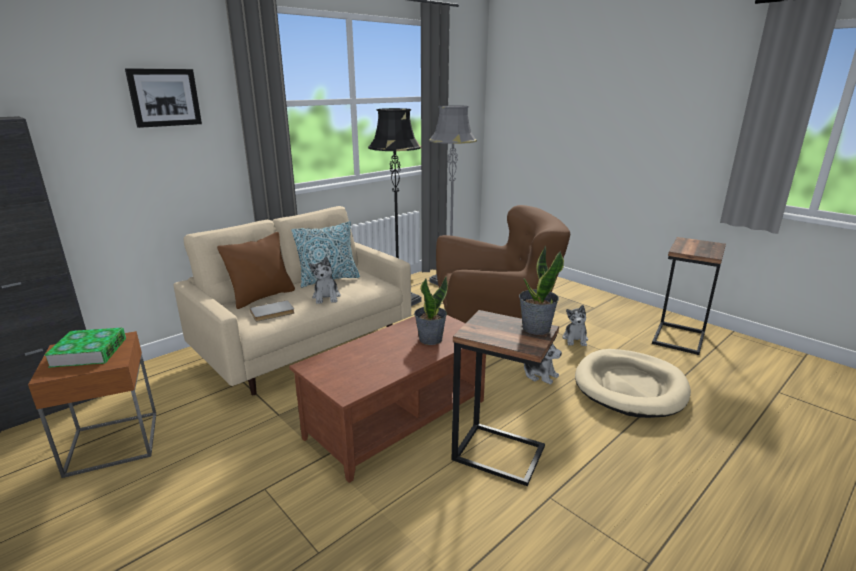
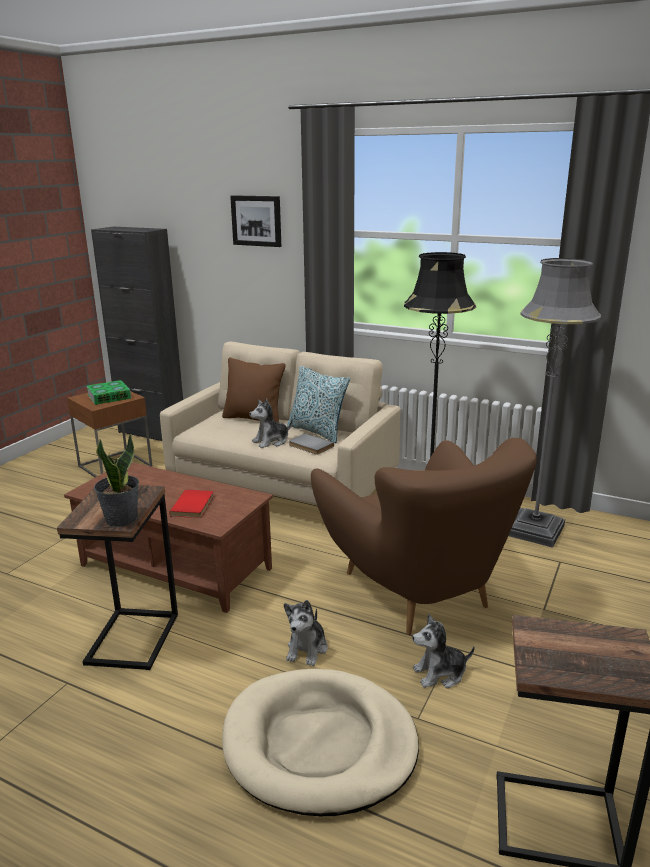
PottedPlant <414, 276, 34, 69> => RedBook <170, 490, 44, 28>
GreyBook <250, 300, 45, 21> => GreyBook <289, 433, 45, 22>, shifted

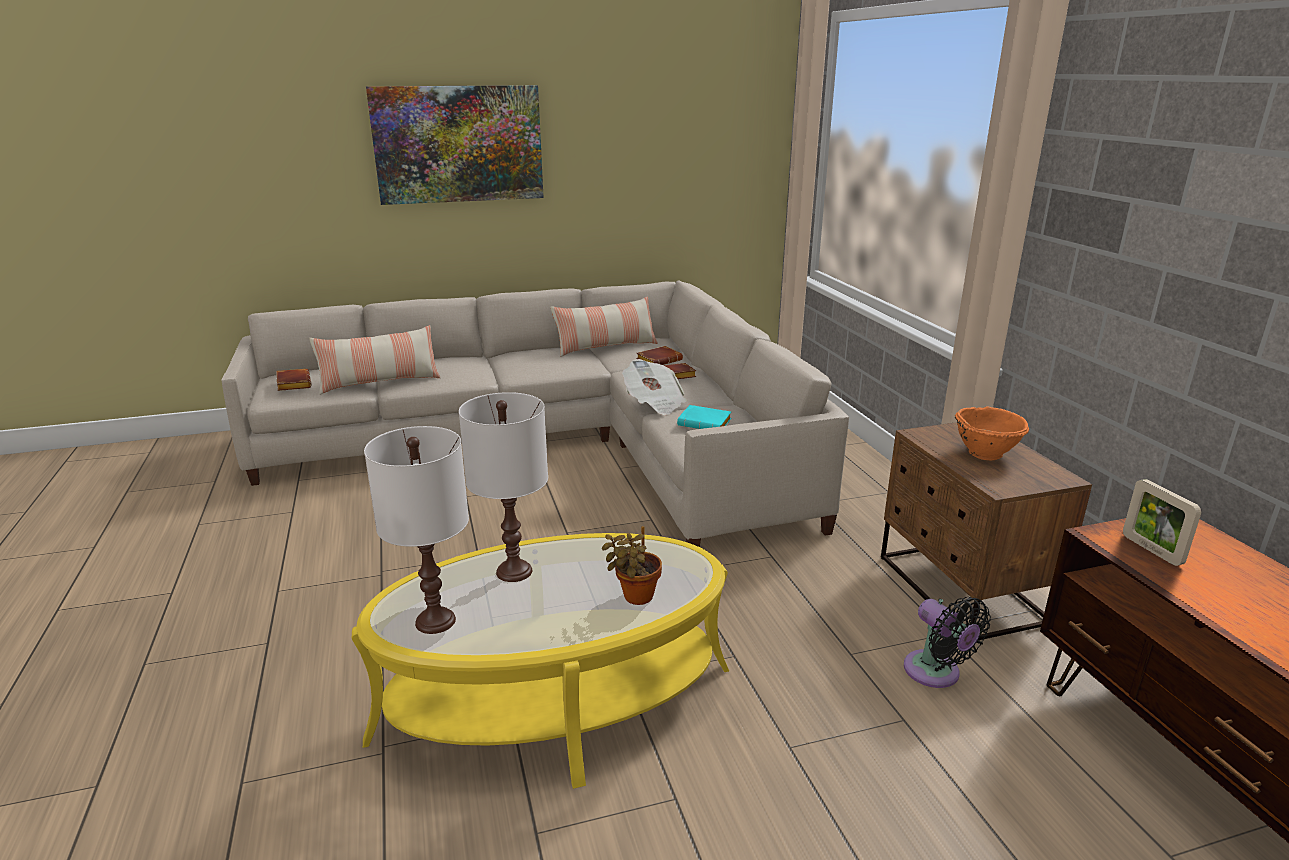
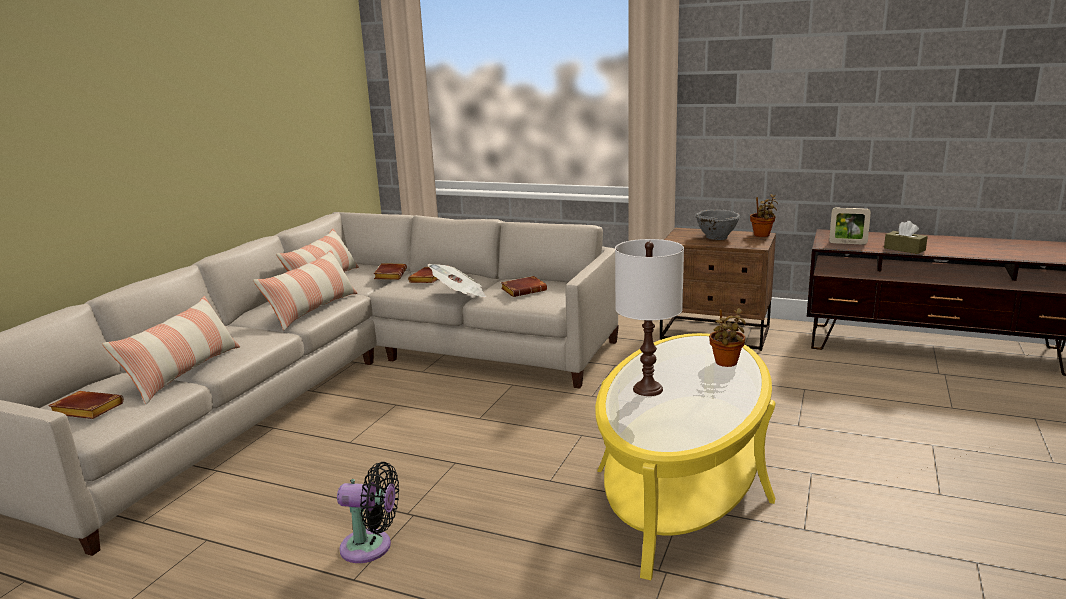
Picture <366, 85, 178, 120> => nothing
TurquoiseBook <677, 405, 54, 24> => BrownBook <501, 276, 46, 21>
OrangeBowl <955, 407, 74, 53> => GreyBowl <695, 210, 46, 30>
WhiteTableLamp <364, 426, 105, 208> => nothing
BlackFan <904, 597, 87, 91> => BlackFan <337, 462, 62, 101>, shifted
nothing => PottedPlant <750, 194, 28, 43>
nothing => BrownTissueBox <884, 221, 44, 33>
nothing => Pillow <253, 250, 105, 81>

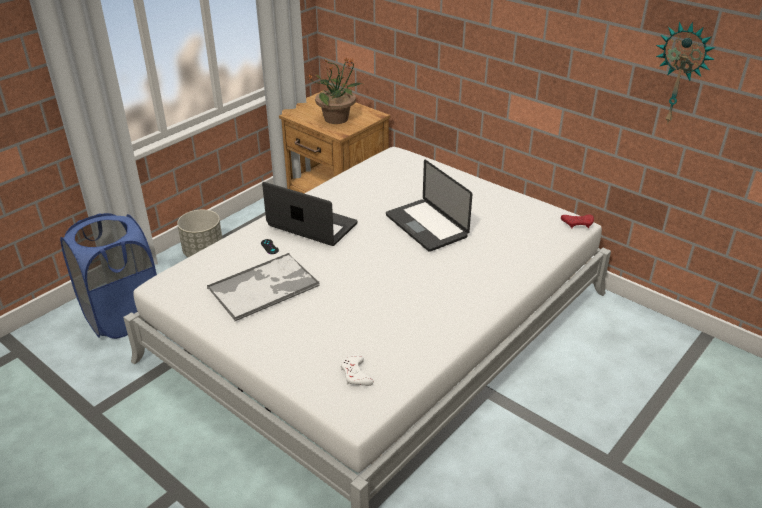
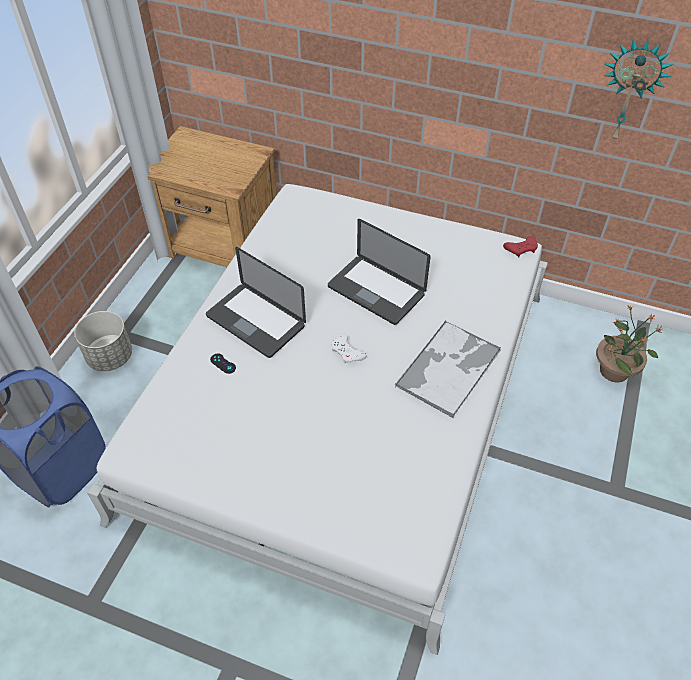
PottedPlant <307, 57, 56, 67> => PottedPlant <596, 305, 66, 77>, shifted
Laptop <262, 182, 95, 64> => Laptop <206, 247, 100, 111>, 150 degrees counterclockwise
Tray <207, 253, 113, 69> => Tray <395, 320, 106, 99>, shifted
WhiteGameController <340, 355, 34, 31> => WhiteGameController <331, 334, 36, 30>, shifted

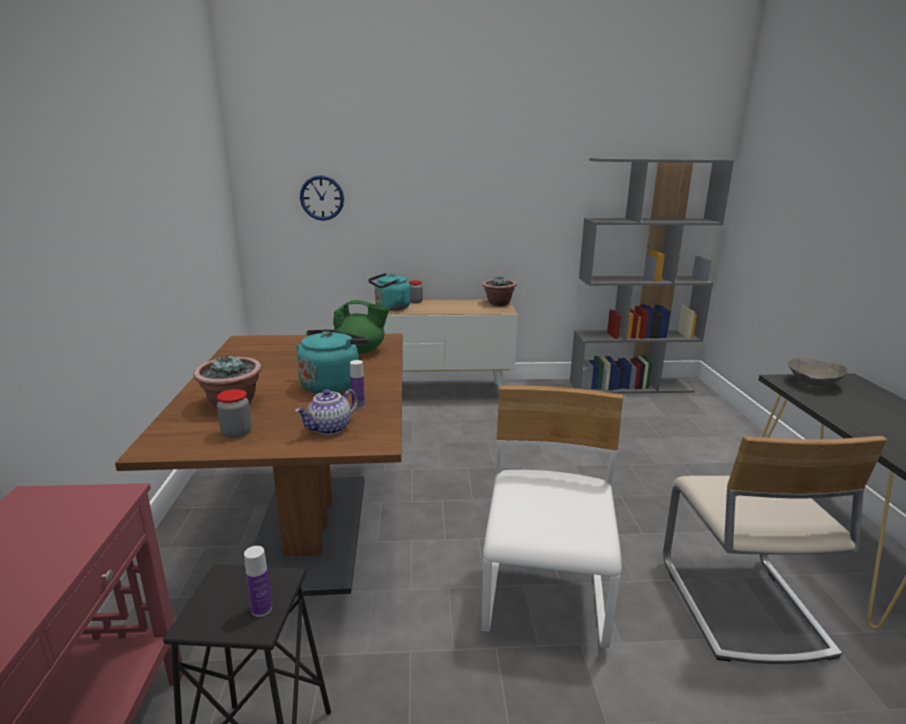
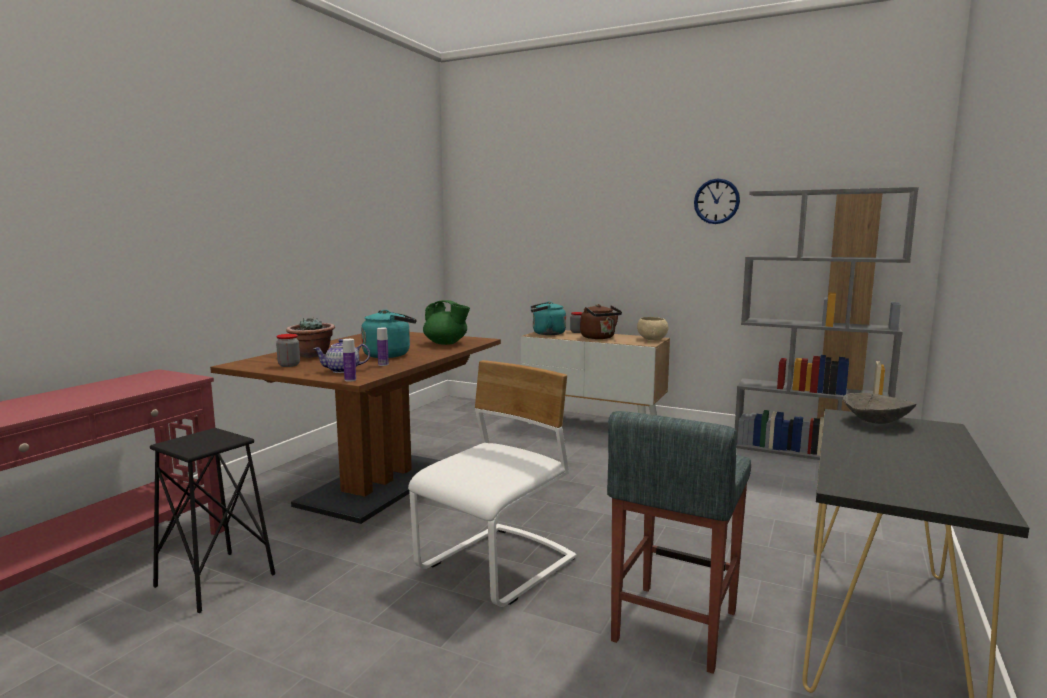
WallClock <300, 175, 44, 46> => WallClock <694, 179, 46, 45>, shifted
PottedPlant <482, 276, 35, 30> => BeigeBowl <637, 317, 31, 23>
BeigeChair <663, 436, 224, 228> => GreyStool <607, 411, 144, 263>
Bottle <244, 546, 28, 71> => Bottle <343, 339, 13, 43>, shifted
nothing => BrownKettle <581, 304, 41, 35>

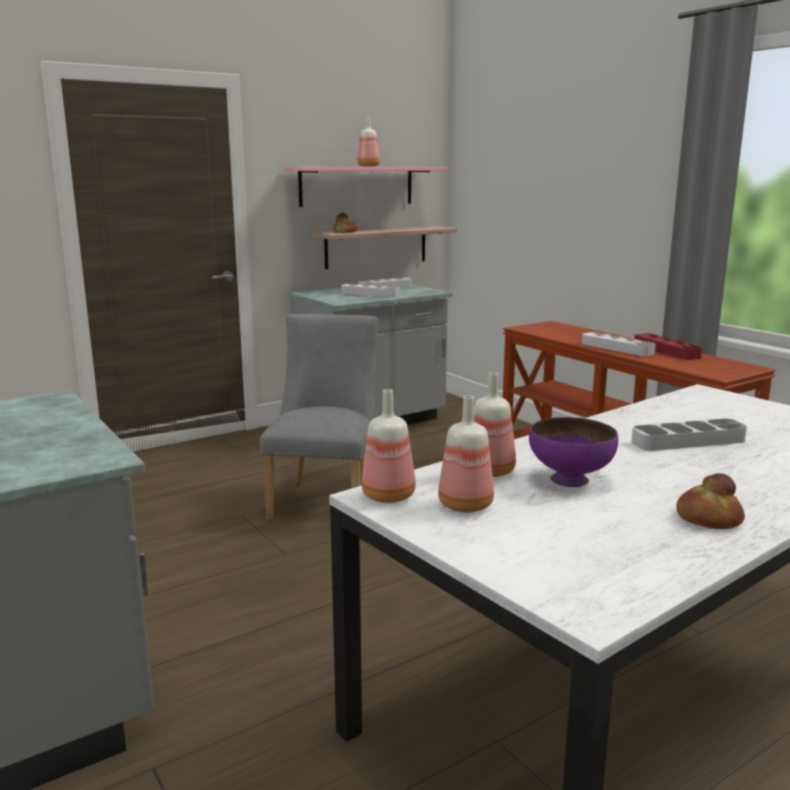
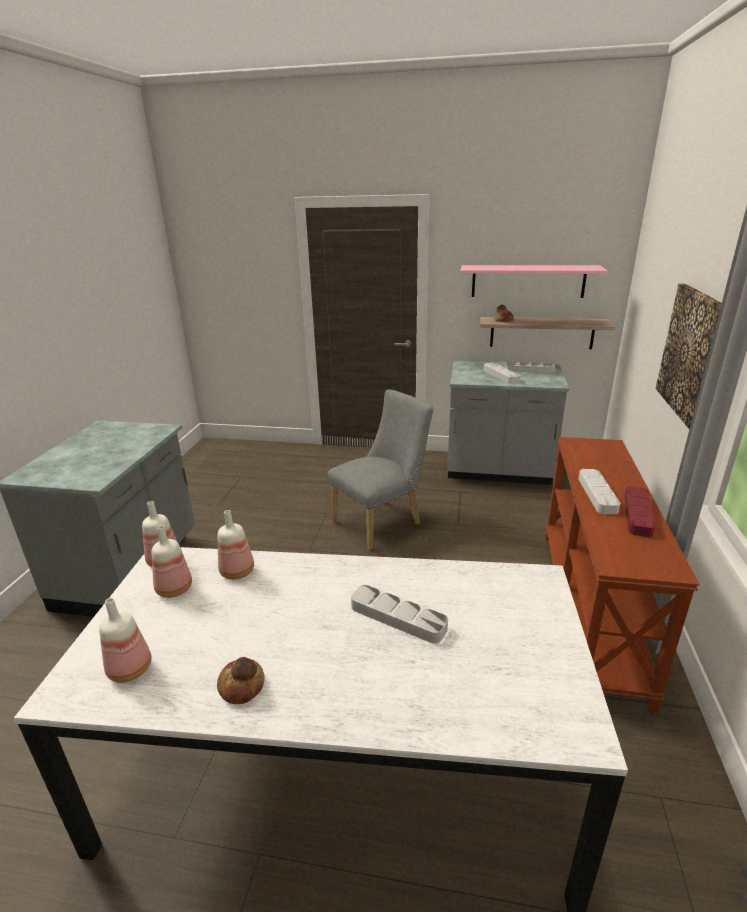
Bottle <357, 117, 23, 50> => Bottle <99, 598, 52, 85>, shifted
PurpleBowl <529, 417, 89, 70> => nothing
nothing => Picture <656, 283, 66, 146>

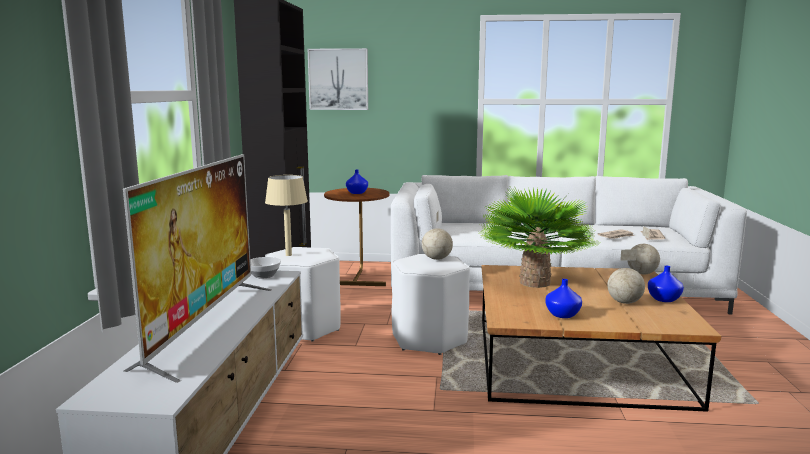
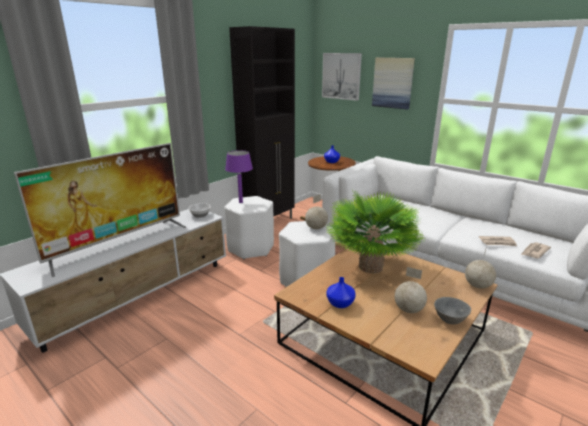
BeigeTableLamp <265, 175, 43, 81> => PurpleTableLamp <225, 150, 28, 53>
BlueVase <648, 266, 36, 36> => GreyBowl <434, 297, 37, 28>
nothing => Picture <372, 58, 43, 52>

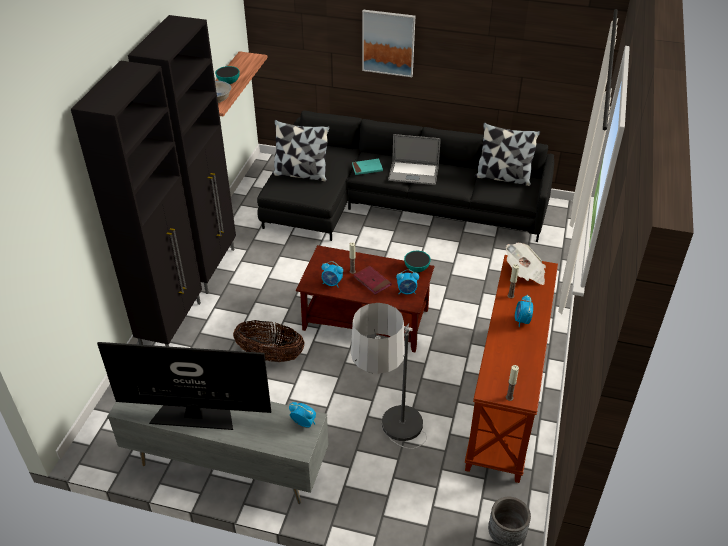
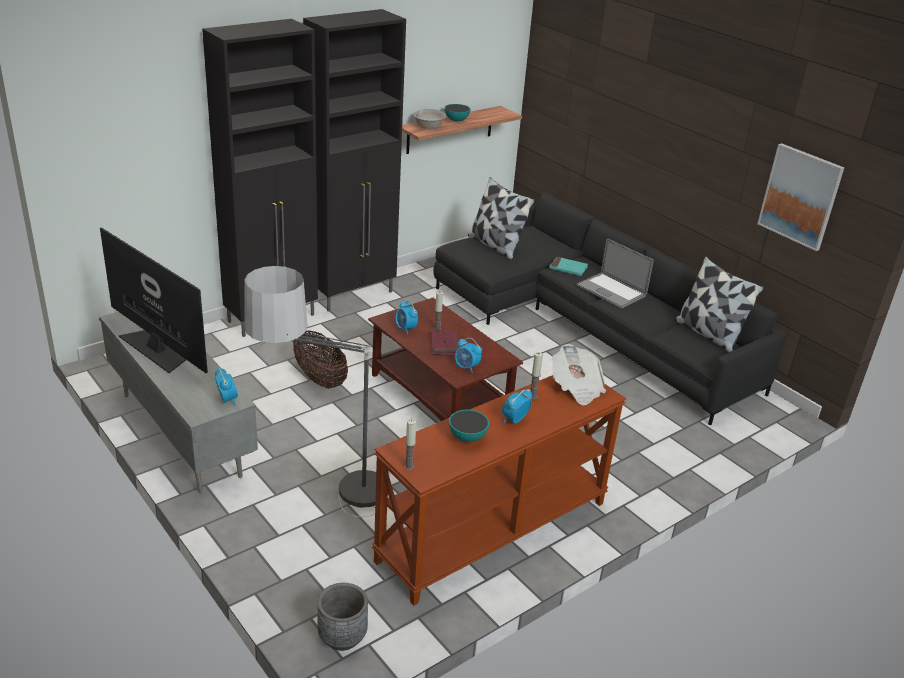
Picture <362, 10, 53, 67> => Picture <757, 143, 87, 108>, shifted
Bowl <404, 251, 27, 21> => Bowl <449, 410, 40, 32>, shifted

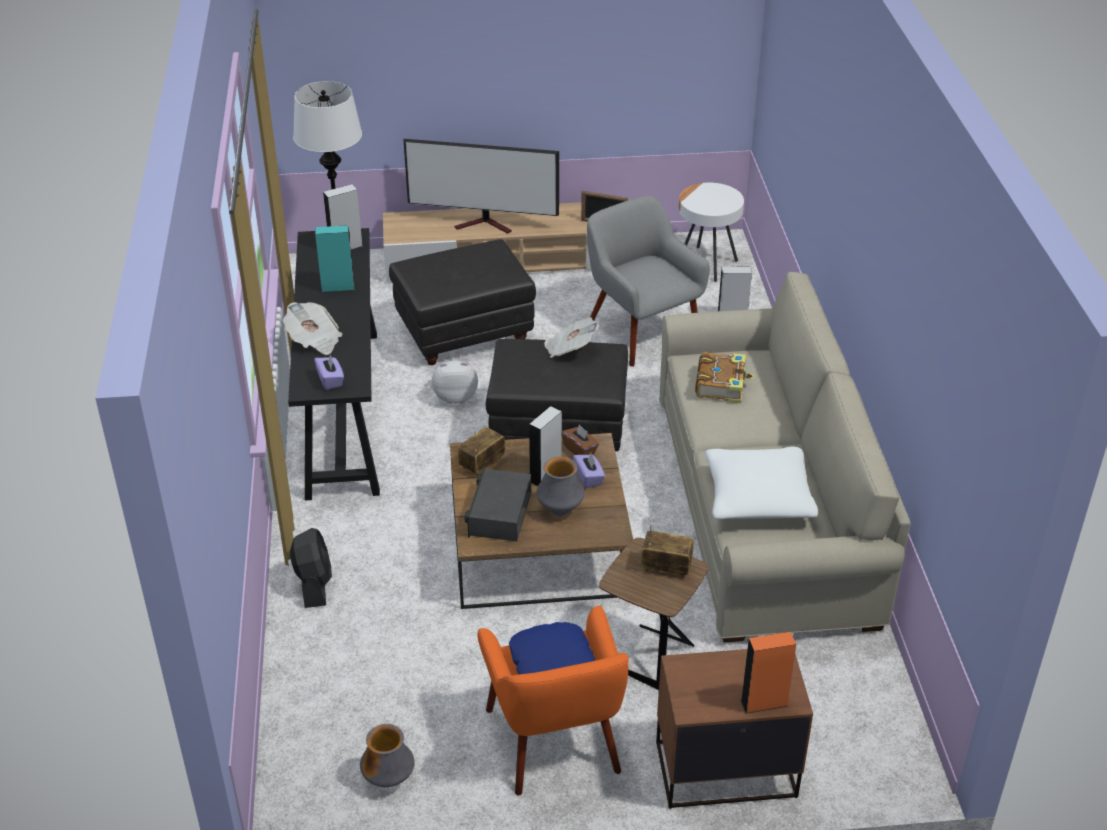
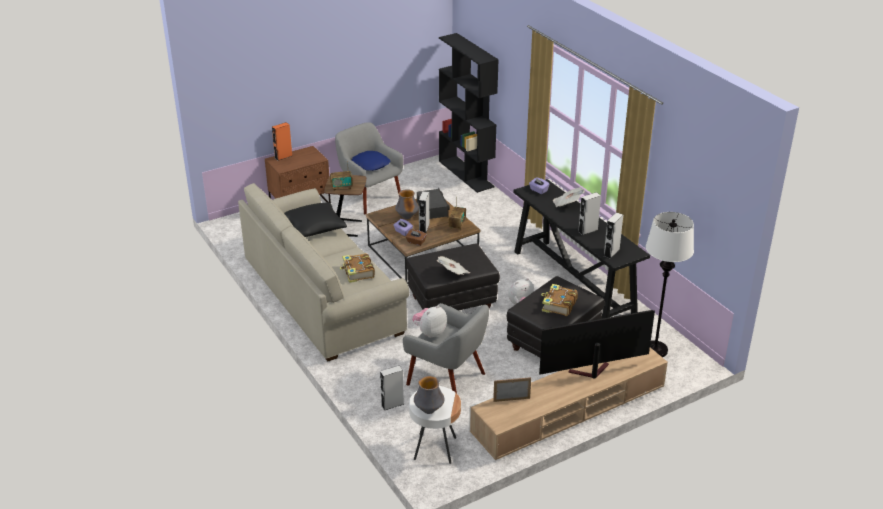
TurquoiseSpeaker <315, 225, 40, 68> => GreySpeaker <578, 192, 23, 43>
WhitePillow <705, 447, 113, 72> => BlackPillow <284, 202, 63, 35>
BlackFan <290, 528, 42, 80> => nothing
OrangeArmchair <477, 606, 152, 189> => GreyArmchair <335, 122, 69, 93>
Vase <360, 724, 55, 63> => Vase <414, 376, 30, 38>, shifted
nothing => BlackBookcase <439, 33, 60, 160>
nothing => Book <541, 284, 37, 32>
nothing => PlushToy <412, 305, 35, 33>

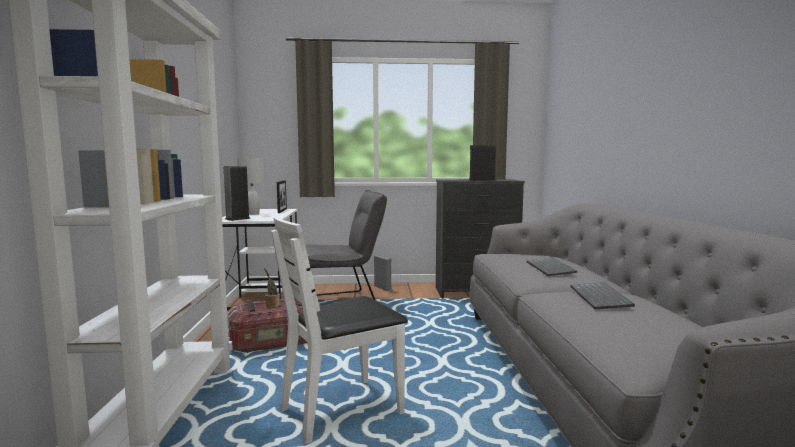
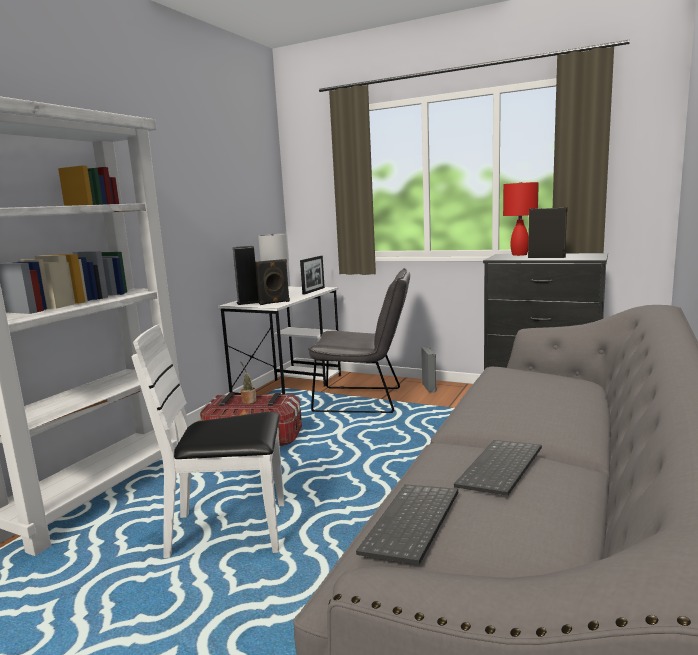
Keyboard <526, 258, 51, 18> => Keyboard <356, 484, 102, 81>, shifted
nothing => RedTableLamp <503, 182, 36, 74>
nothing => BlackSpeaker <255, 259, 35, 46>

